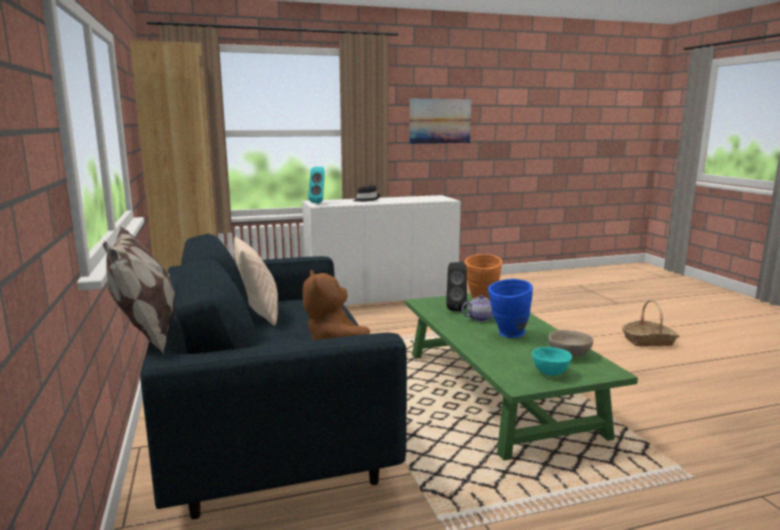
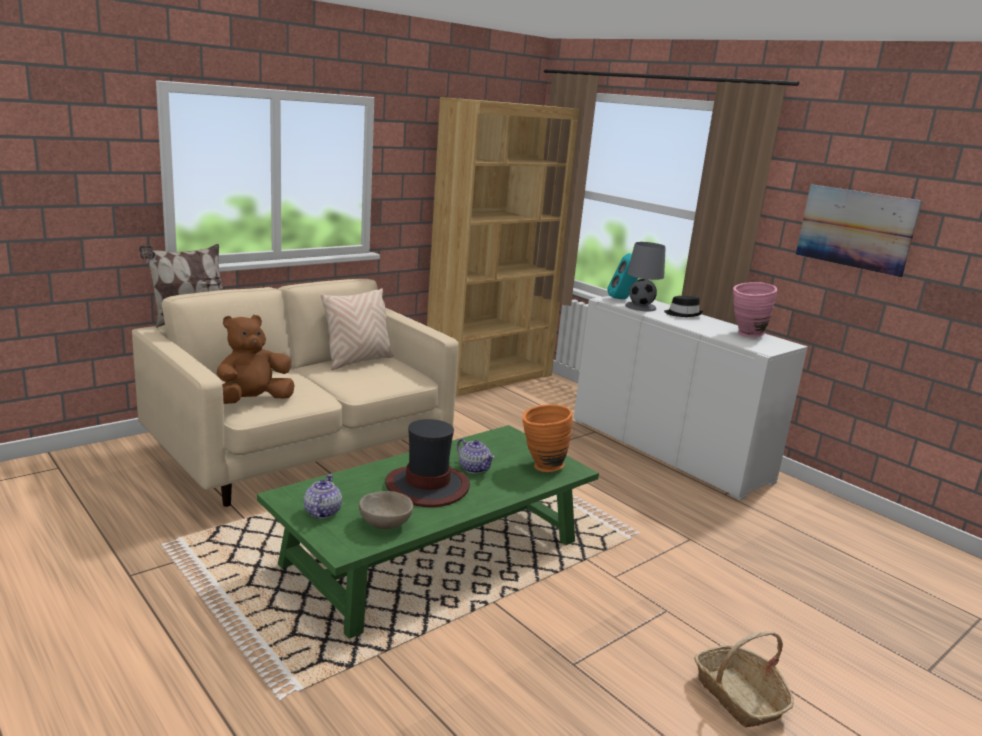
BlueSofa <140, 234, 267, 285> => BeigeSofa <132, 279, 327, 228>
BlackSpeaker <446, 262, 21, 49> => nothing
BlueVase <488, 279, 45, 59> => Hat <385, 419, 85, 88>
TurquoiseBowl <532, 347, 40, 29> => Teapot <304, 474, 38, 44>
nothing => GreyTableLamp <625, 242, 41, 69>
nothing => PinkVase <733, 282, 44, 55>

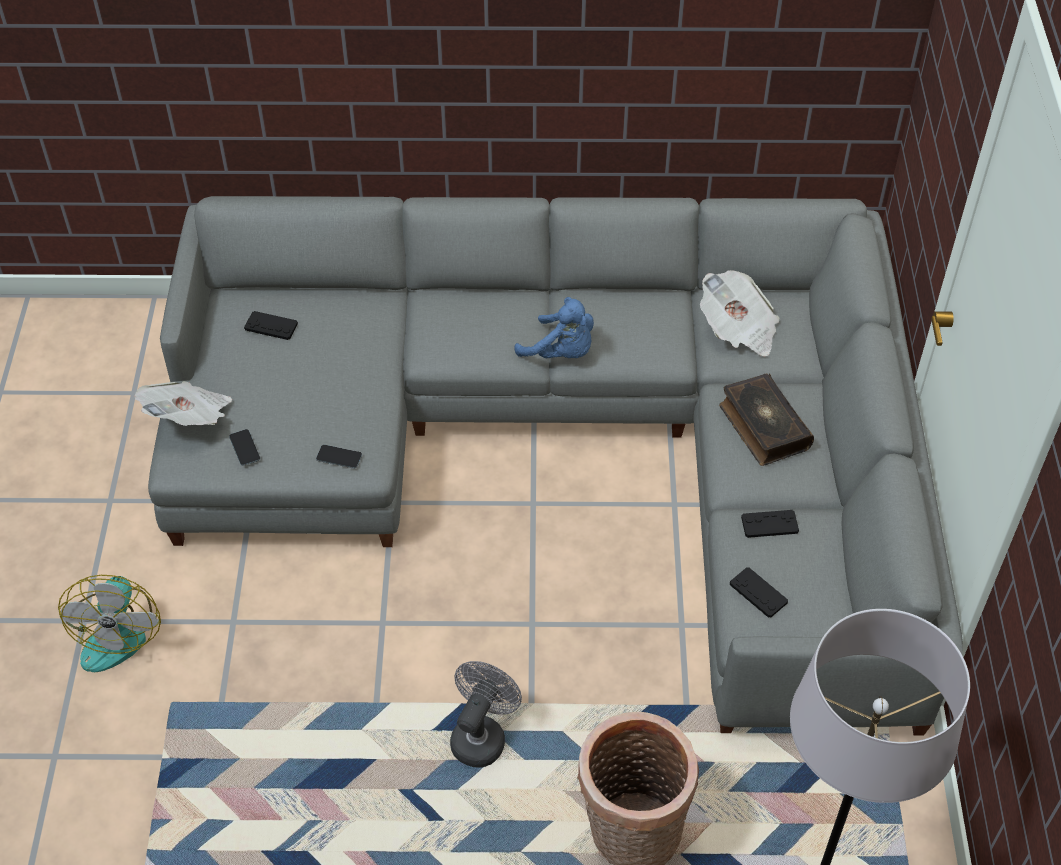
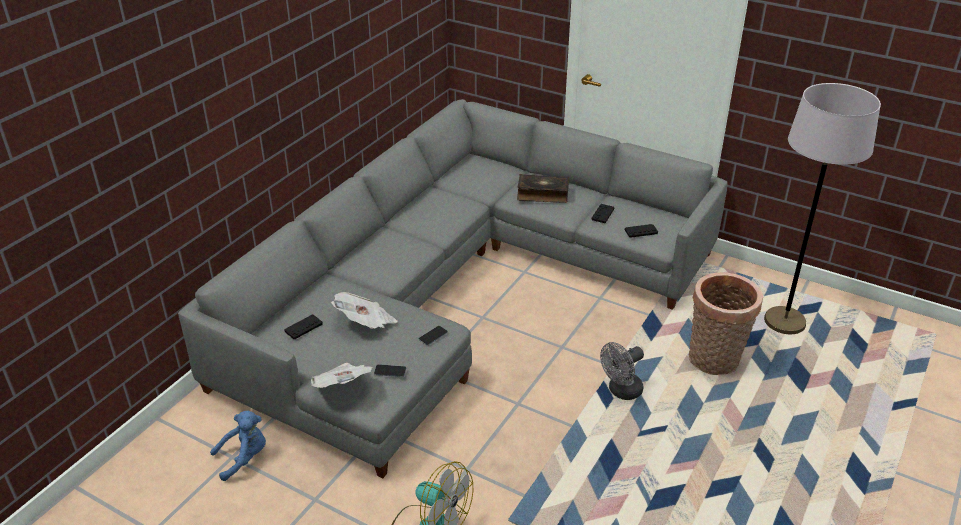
Newspaper <700, 270, 80, 86> => Newspaper <331, 292, 67, 37>, shifted
BluePlushToy <515, 297, 79, 61> => BluePlushToy <210, 411, 56, 70>, shifted
GreyFan <450, 661, 72, 106> => GreyFan <600, 342, 44, 58>, 90 degrees counterclockwise

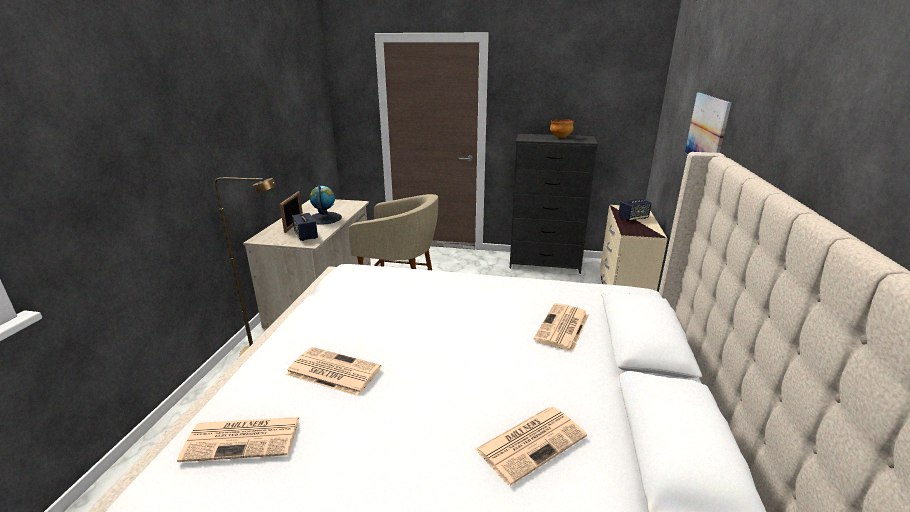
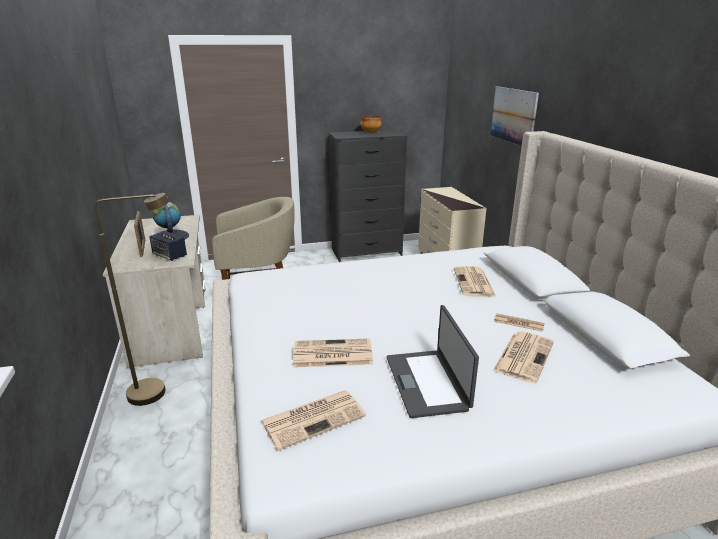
Speaker <618, 198, 34, 24> => nothing
nothing => Laptop <387, 305, 92, 113>
nothing => Newspaper <494, 313, 51, 19>

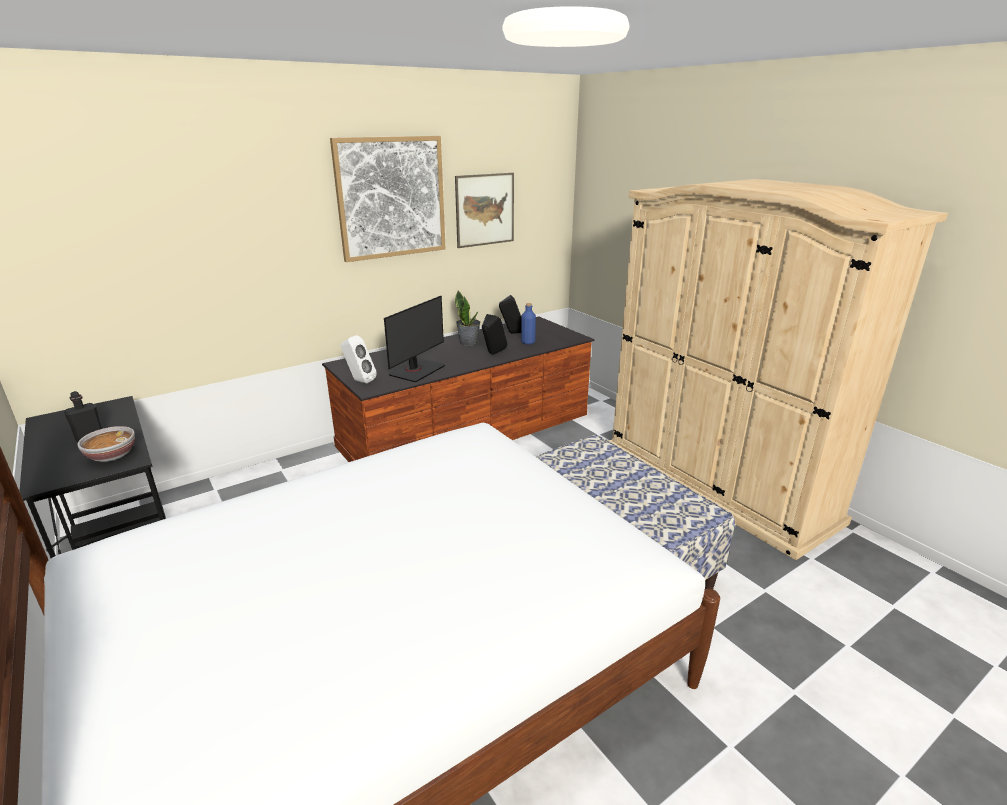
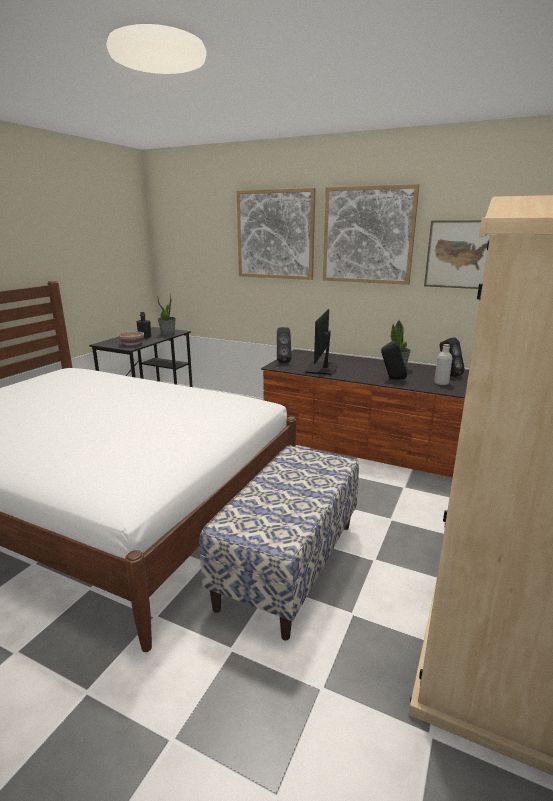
Monitor <384, 296, 62, 86> => Monitor <304, 309, 34, 66>, 105 degrees clockwise
BlueBottle <521, 303, 15, 41> => GreyBottle <434, 344, 18, 41>
WhiteSpeaker <341, 335, 36, 49> => BlackSpeaker <277, 327, 15, 36>
nothing => Picture <237, 188, 79, 92>
nothing => PottedPlant <157, 294, 19, 42>

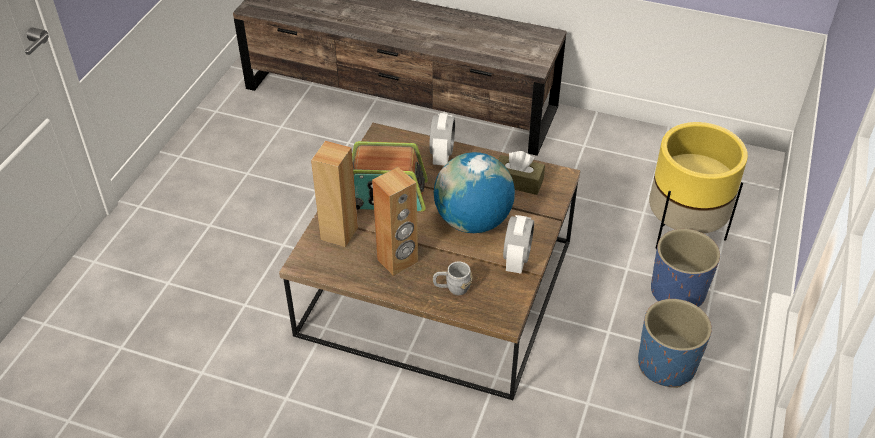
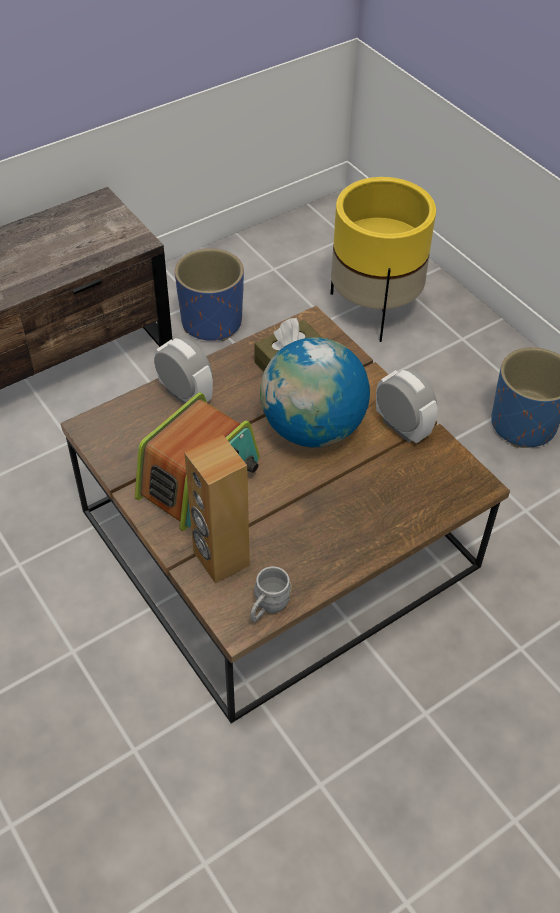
BrownSpeaker <372, 167, 46, 109> => nothing
BluePlanter <651, 229, 69, 78> => BluePlanter <175, 248, 69, 93>, shifted
GreyMug <433, 261, 39, 34> => GreyMug <250, 566, 42, 56>, shifted

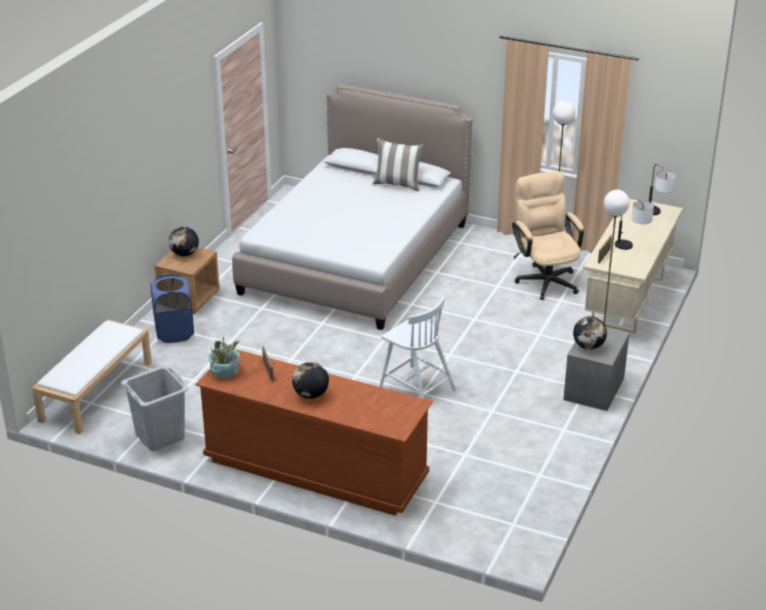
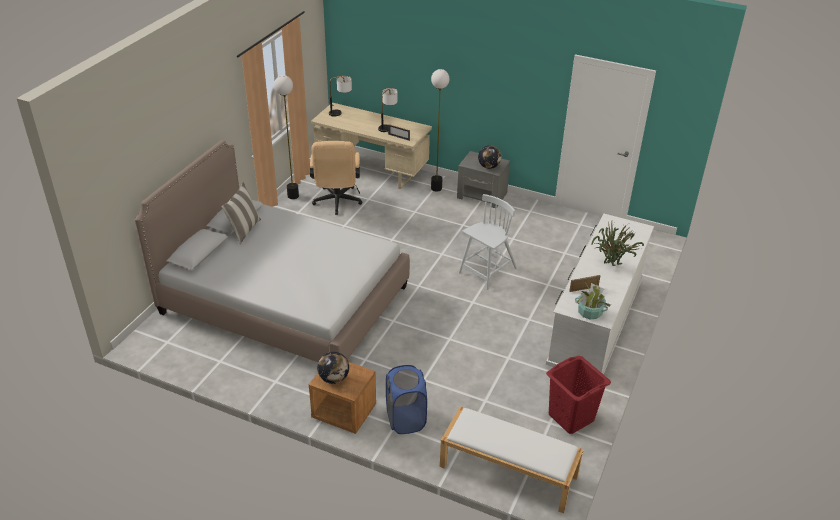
BeigeOfficeChair <512, 171, 72, 129> => BeigeOfficeChair <310, 141, 52, 74>, 75 degrees counterclockwise
BrownDresser <195, 349, 238, 167> => WhiteDresser <546, 214, 108, 161>
Globe <292, 362, 37, 37> => PottedPlant <591, 220, 53, 46>
GreyLaundryBasket <121, 365, 68, 86> => RedLaundryBasket <546, 356, 65, 78>

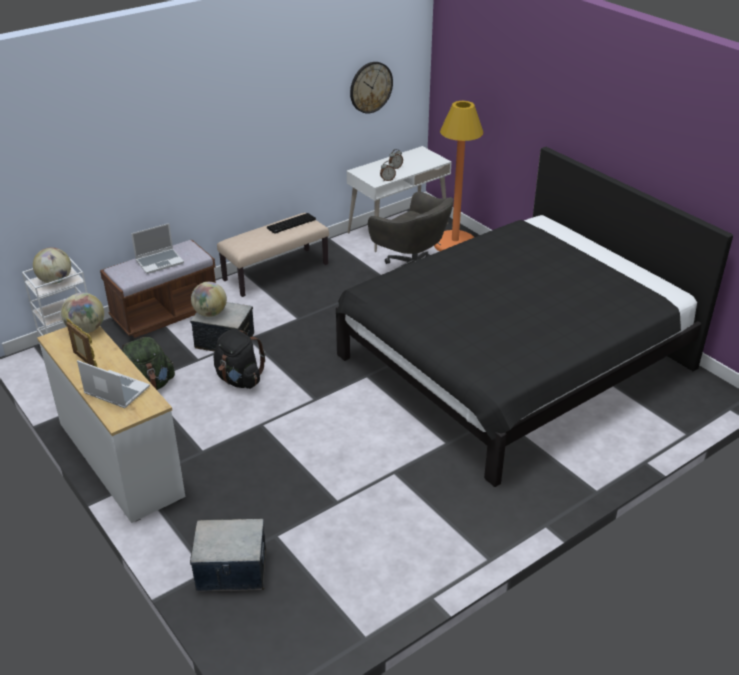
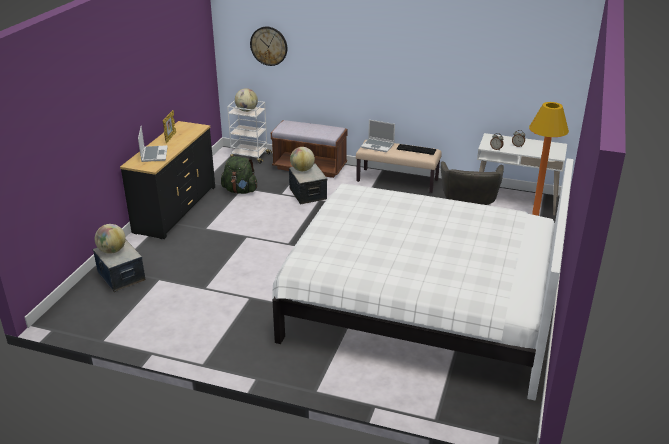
WallClock <350, 62, 43, 52> => WallClock <250, 27, 37, 39>, shifted
BlackBed <336, 147, 397, 340> => WhiteBed <272, 158, 302, 243>
Laptop <131, 223, 53, 51> => Laptop <361, 120, 34, 32>, shifted
Globe <61, 293, 43, 40> => Globe <95, 224, 31, 30>, shifted
WhiteDresser <37, 326, 149, 197> => BlackDresser <120, 121, 95, 118>
BlackBackpack <213, 329, 53, 60> => nothing

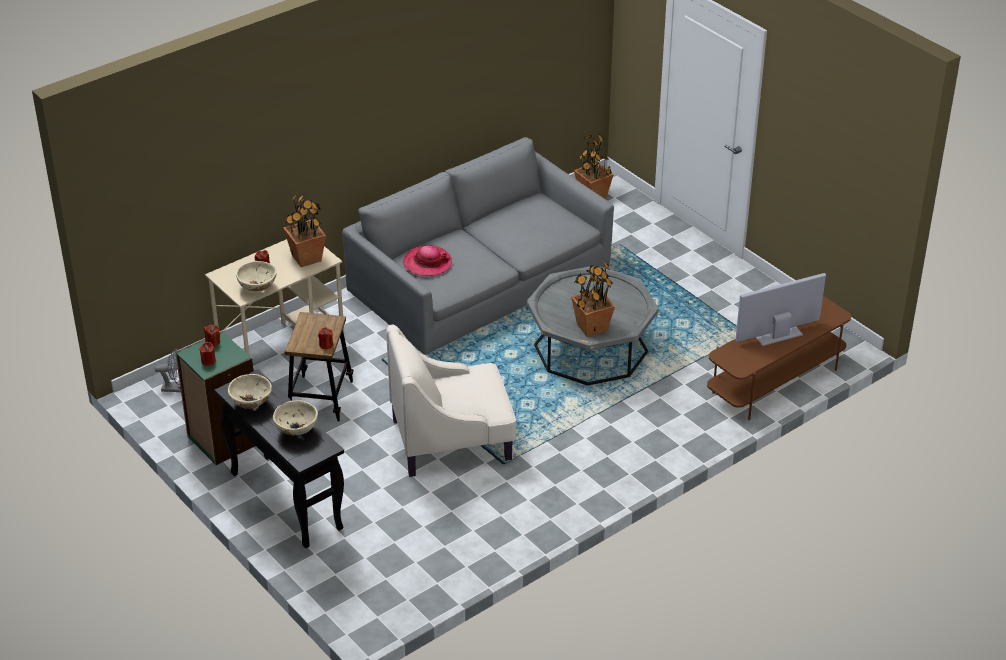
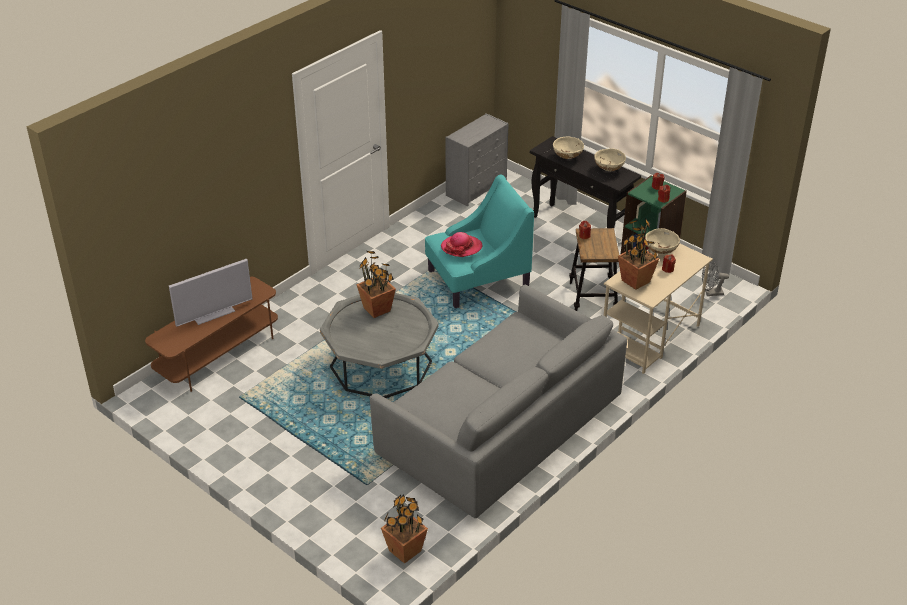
Hat <403, 245, 49, 31> => Hat <441, 232, 41, 25>, shifted
BeigeArmchair <386, 325, 130, 152> => TurquoiseArmchair <425, 174, 109, 134>
nothing => GreyDresser <445, 113, 64, 94>

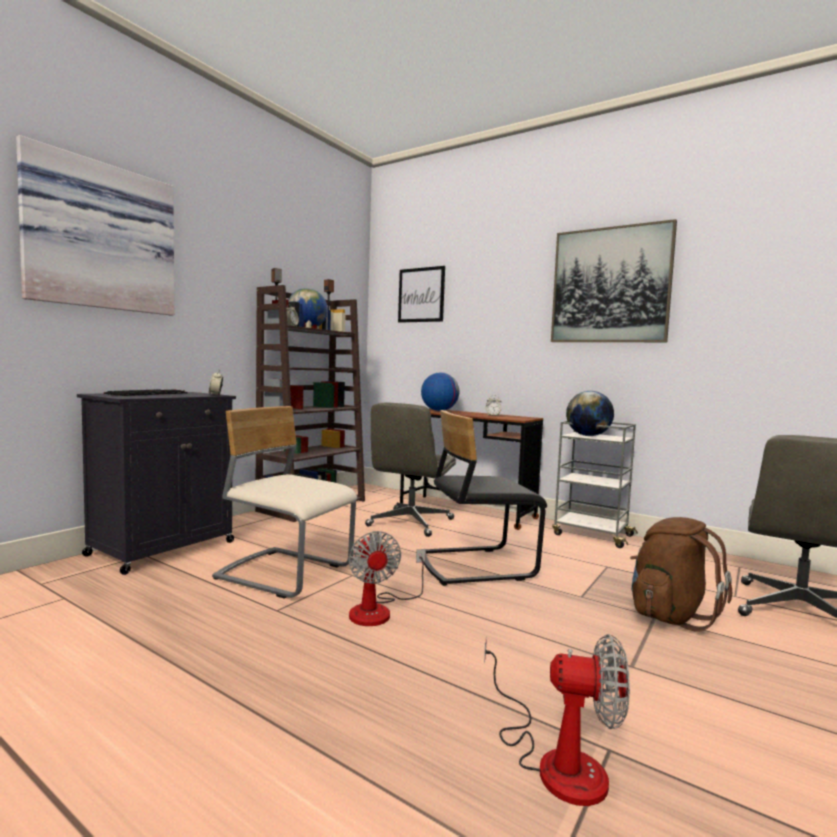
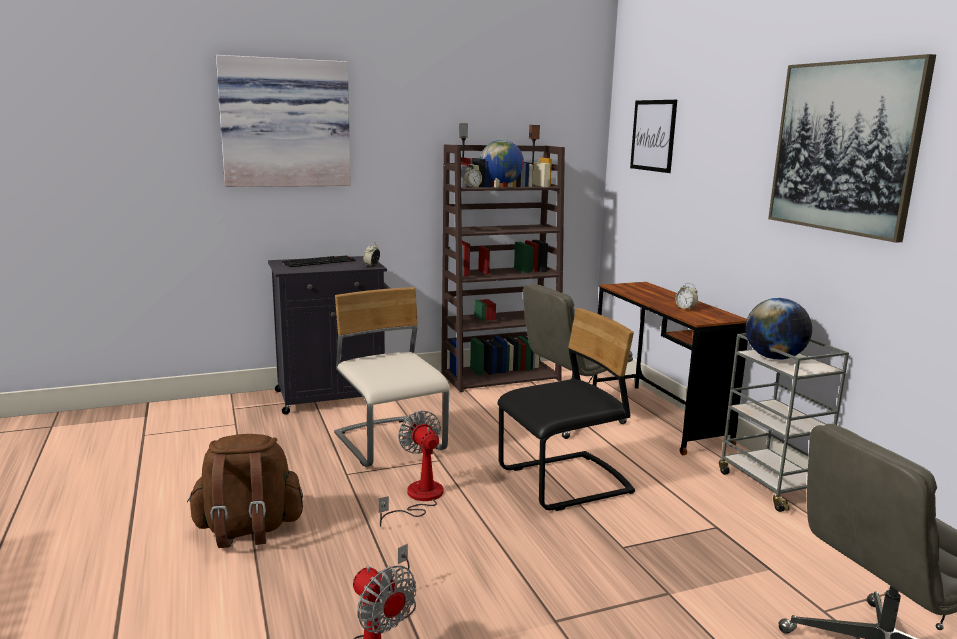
Globe <421, 373, 38, 38> => nothing
BlackChair <423, 410, 124, 176> => BlackChair <497, 308, 138, 203>, 135 degrees clockwise
BrownBackpack <630, 517, 102, 115> => BrownBackpack <187, 434, 116, 114>, shifted
Fan <349, 531, 77, 95> => Fan <378, 411, 66, 116>, 135 degrees clockwise

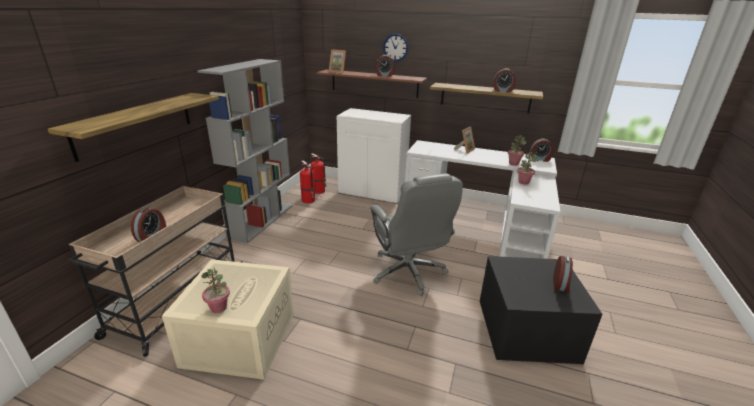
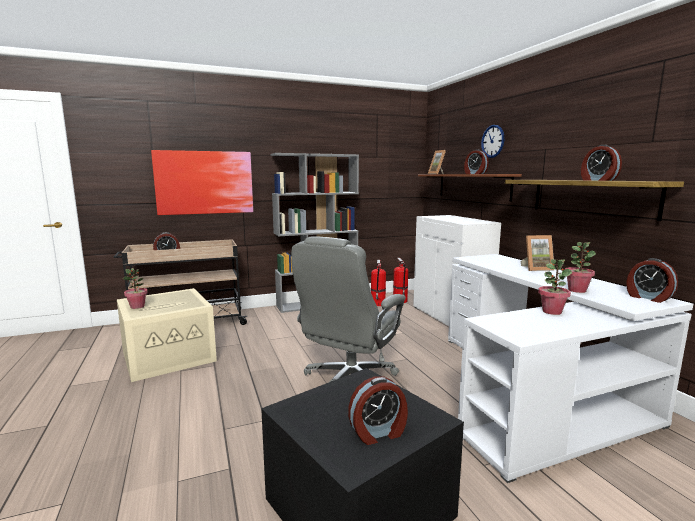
Shelf <48, 93, 171, 69> => Picture <151, 150, 102, 65>

